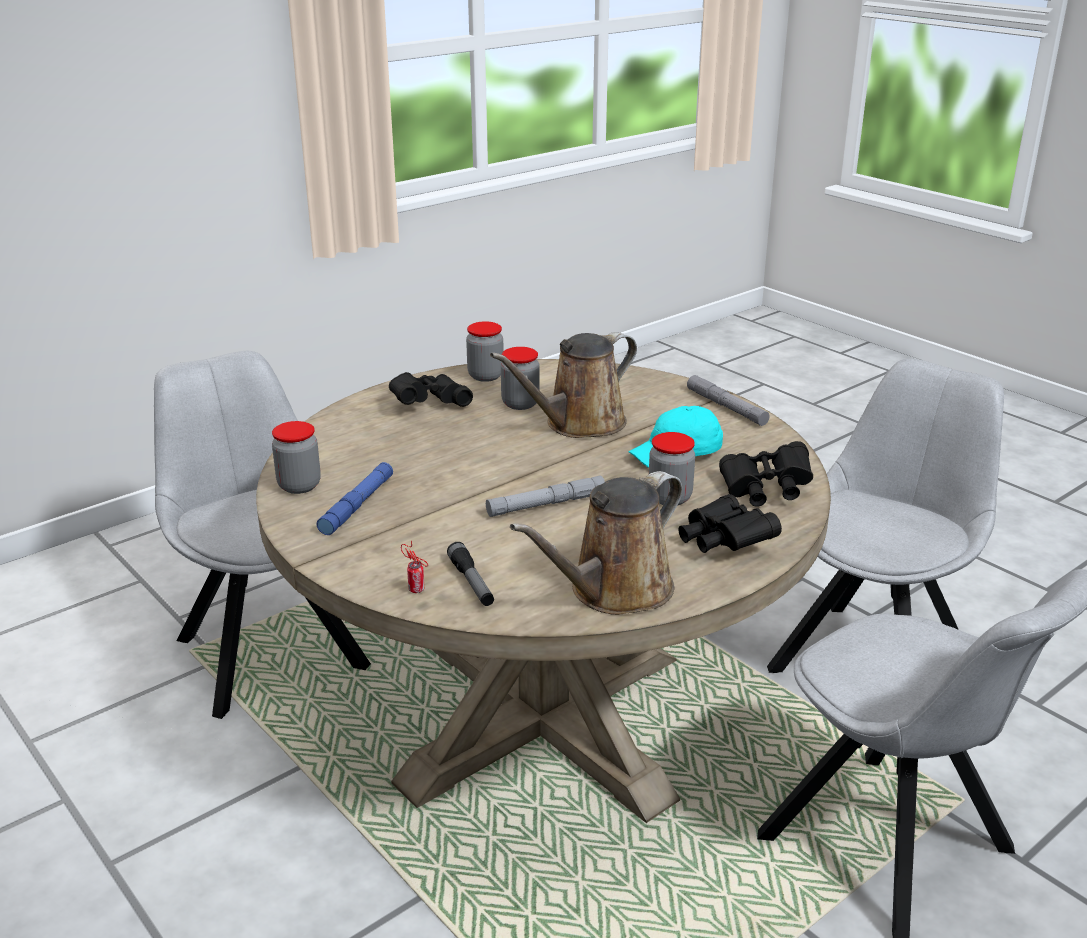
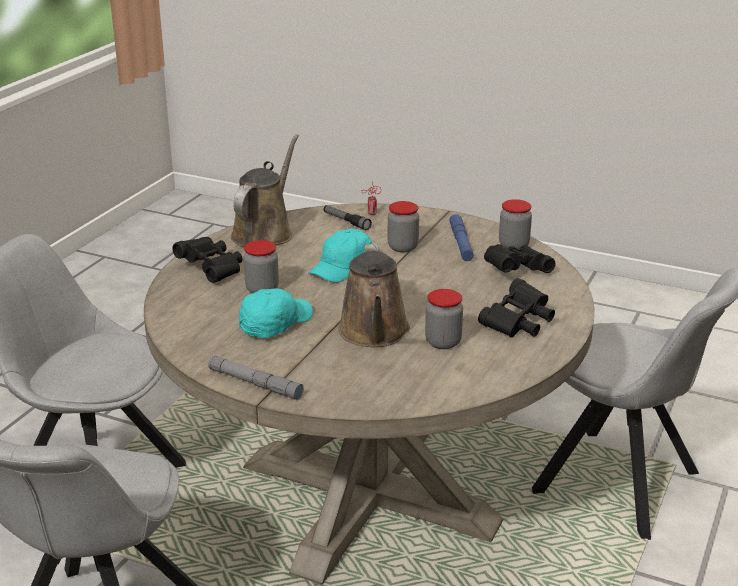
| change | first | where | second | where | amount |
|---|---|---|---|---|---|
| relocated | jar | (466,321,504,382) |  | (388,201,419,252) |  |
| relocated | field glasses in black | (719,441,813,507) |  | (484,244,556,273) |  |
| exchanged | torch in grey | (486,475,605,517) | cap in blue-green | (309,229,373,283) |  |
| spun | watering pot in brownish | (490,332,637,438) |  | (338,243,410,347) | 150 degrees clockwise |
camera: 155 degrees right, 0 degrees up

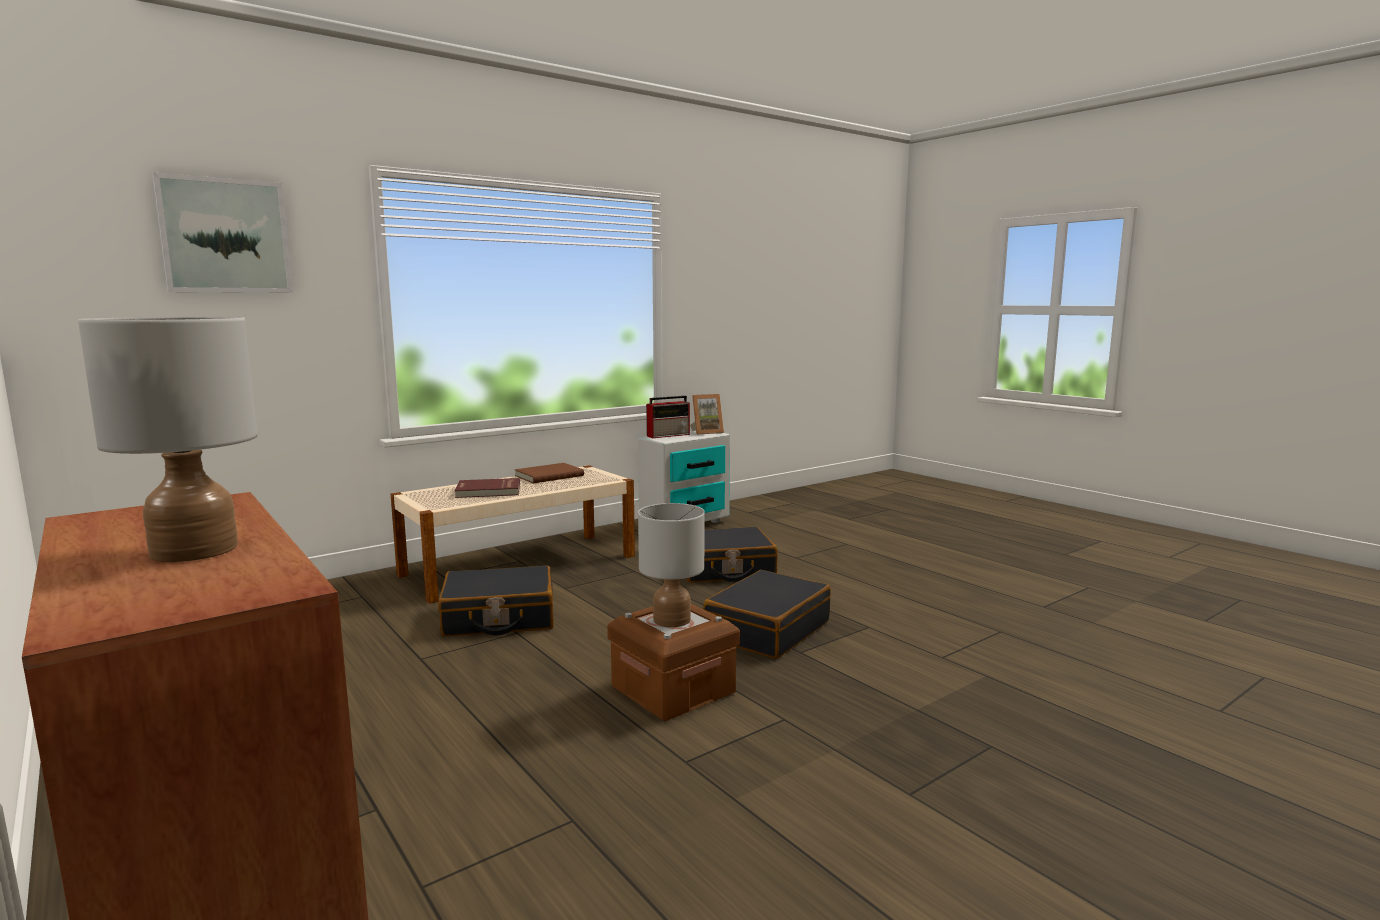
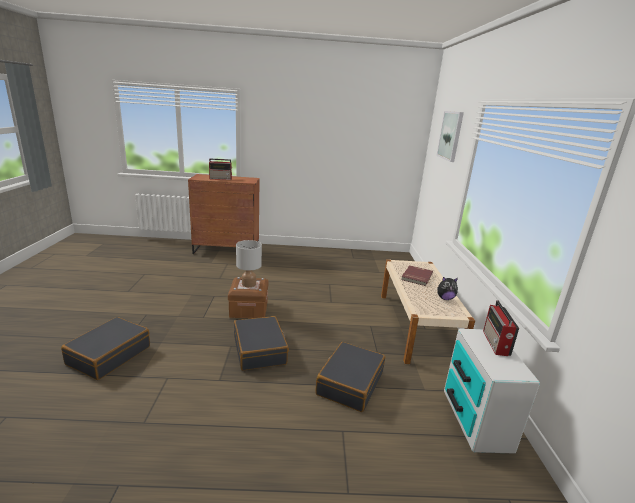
| change | first | where | second | where | amount |
|---|---|---|---|---|---|
| missing | picture frame | (690,394,724,435) |  |  |  |
| relocated | travel case in black | (438,566,554,636) |  | (61,317,150,380) |  |
| exchanged | lamp for a table in grey | (78,317,258,562) | radio receiver | (209,159,233,180) |  |
| exchanged | volume in brownish | (515,463,584,483) | cuddly toy | (437,277,458,300) |  |
camera: 125 degrees right, 10 degrees up

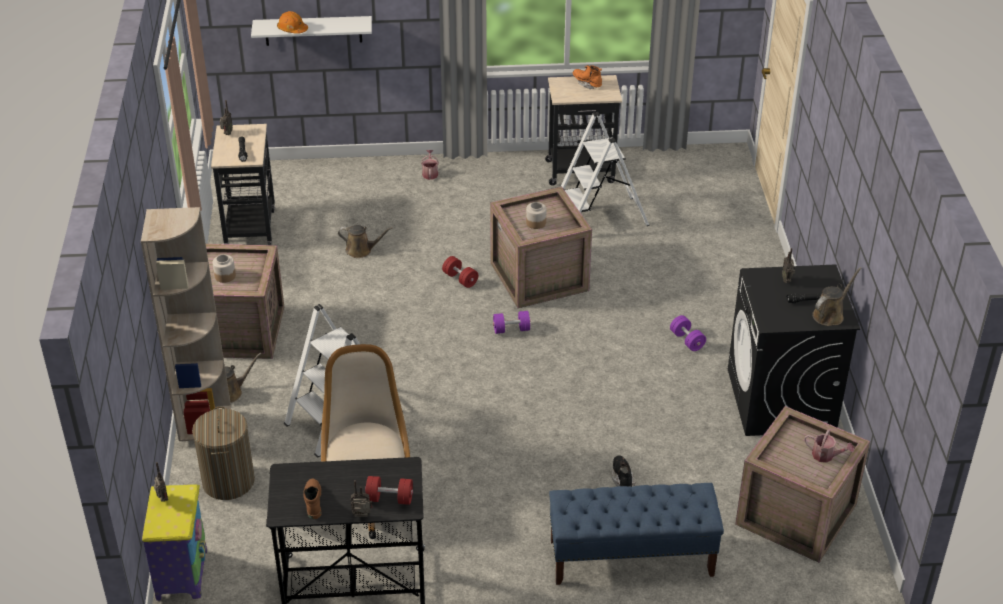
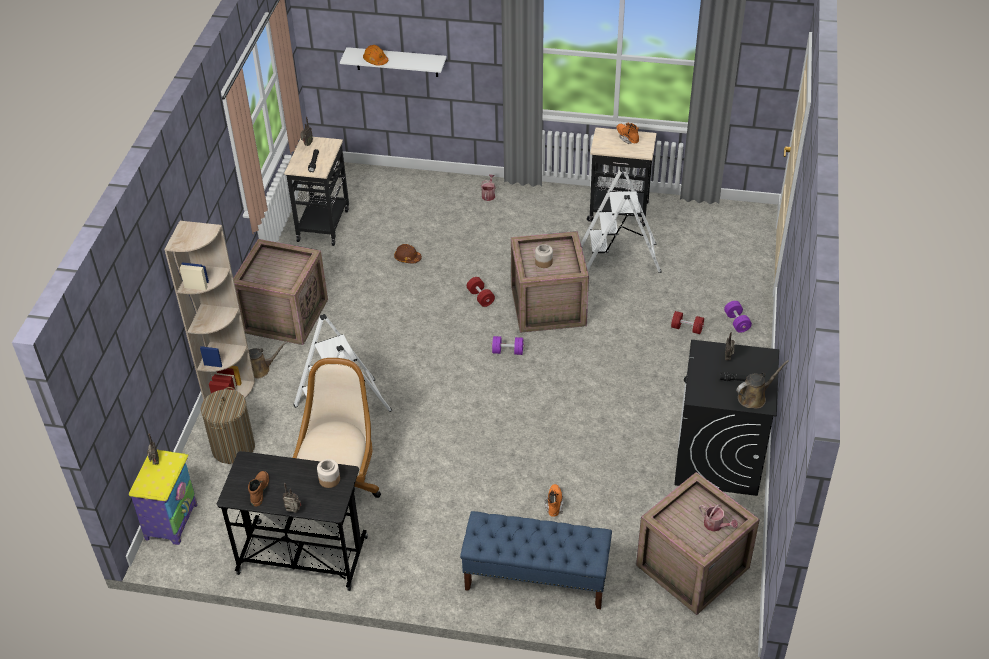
| change | first | where | second | where | amount |
|---|---|---|---|---|---|
| relocated | jar | (213,254,236,283) |  | (317,459,340,488) |  |
| relocated | hand weight in red | (365,476,413,505) |  | (671,311,704,334) |  |
| relocated | hand weight in purple-coloured | (670,315,706,351) |  | (724,301,752,333) |  |
| exchanged | watering pot in brownish | (338,225,393,258) | hard hat in brownish | (394,244,422,263) |  |
| colour | high-top boot in black | (612,455,636,487) | high-top boot in orangey | (545,484,564,517) |  |
camera: 15 degrees right, 5 degrees up

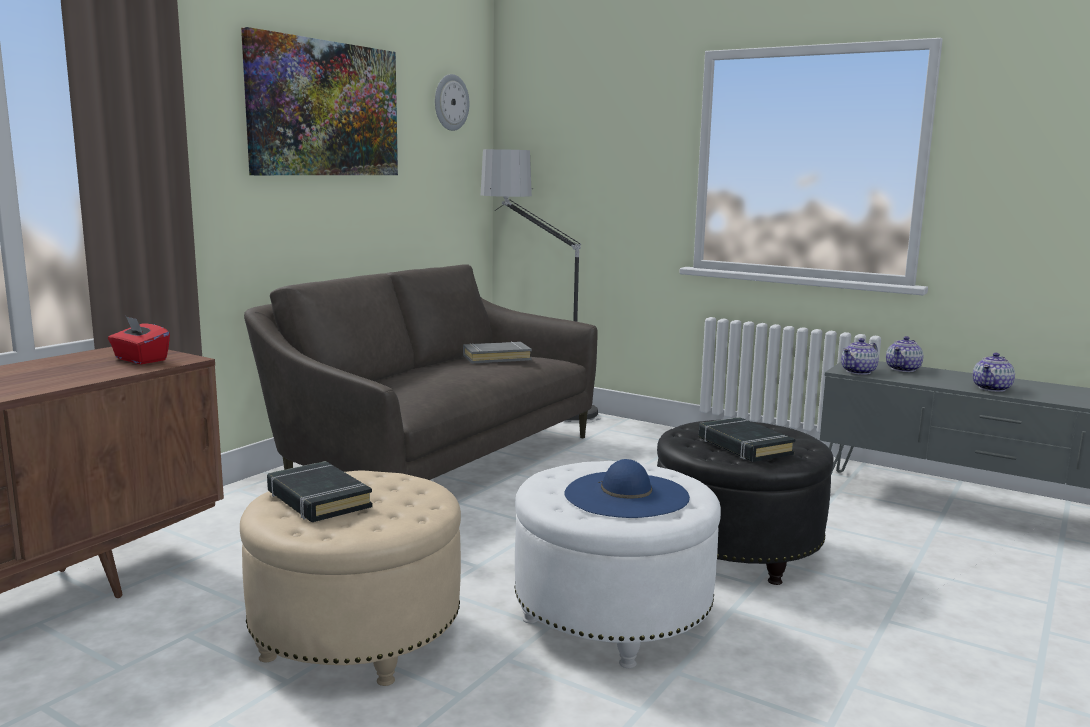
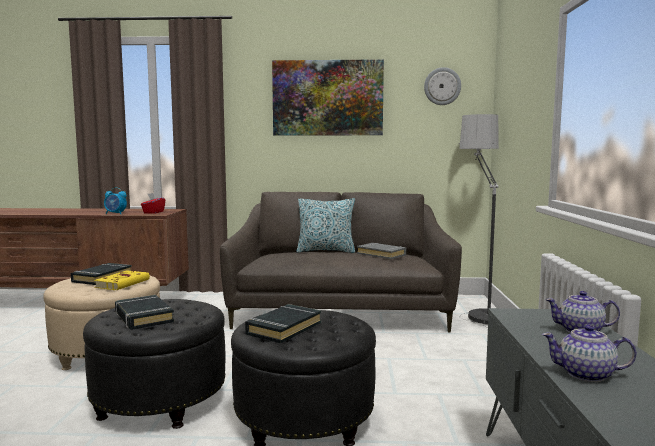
| change | first | where | second | where | amount |
|---|---|---|---|---|---|
| missing | tea pot | (841,338,879,375) |  |  |  |
| appeared |  |  | volume in yellow | (94,270,150,290) |  |
| appeared |  |  | bedside clock | (104,187,127,214) |  |
| appeared |  |  | cushion | (296,198,355,253) |  |
| exchanged | wearable hat in blue | (564,459,690,518) | volume in black | (115,295,174,330) |  |
| colour | footrest in whitish | (515,461,721,668) | footrest in black | (83,299,225,429) |  |
camera: 60 degrees right, 5 degrees down

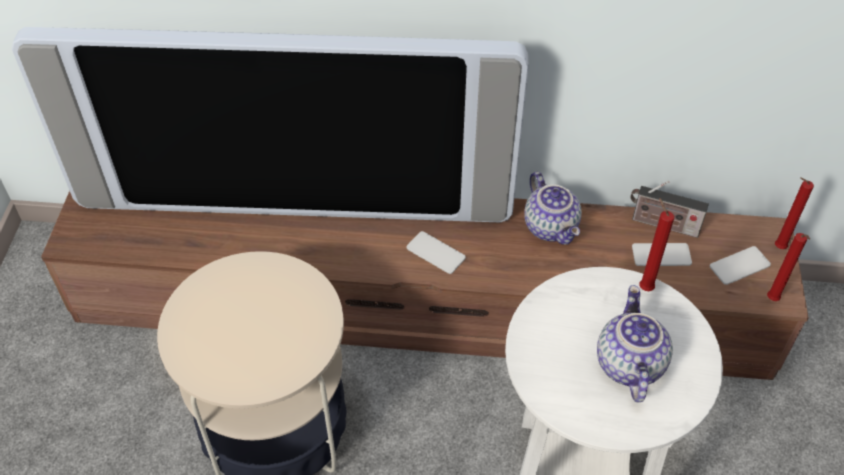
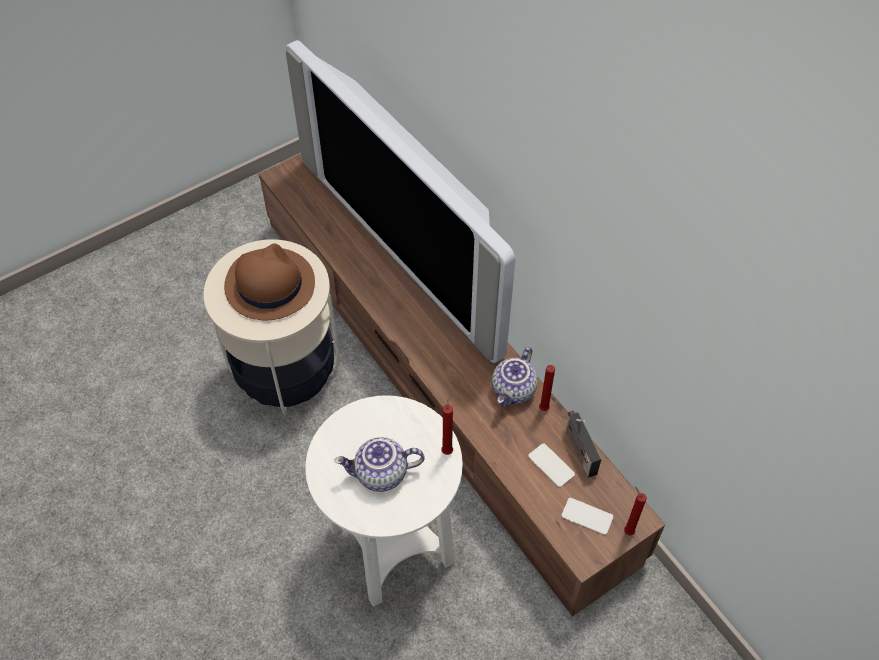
| change | first | where | second | where | amount |
|---|---|---|---|---|---|
| missing | telephone | (406,231,466,274) |  |  |  |
| appeared |  |  | wearable hat in brownish | (224,243,315,320) |  |
| relocated | candle in red | (767,233,810,301) |  | (539,365,555,411) |  |
| spun | tea pot | (597,285,673,402) |  | (334,437,425,492) | 150 degrees counterclockwise |
camera: 50 degrees right, 5 degrees up

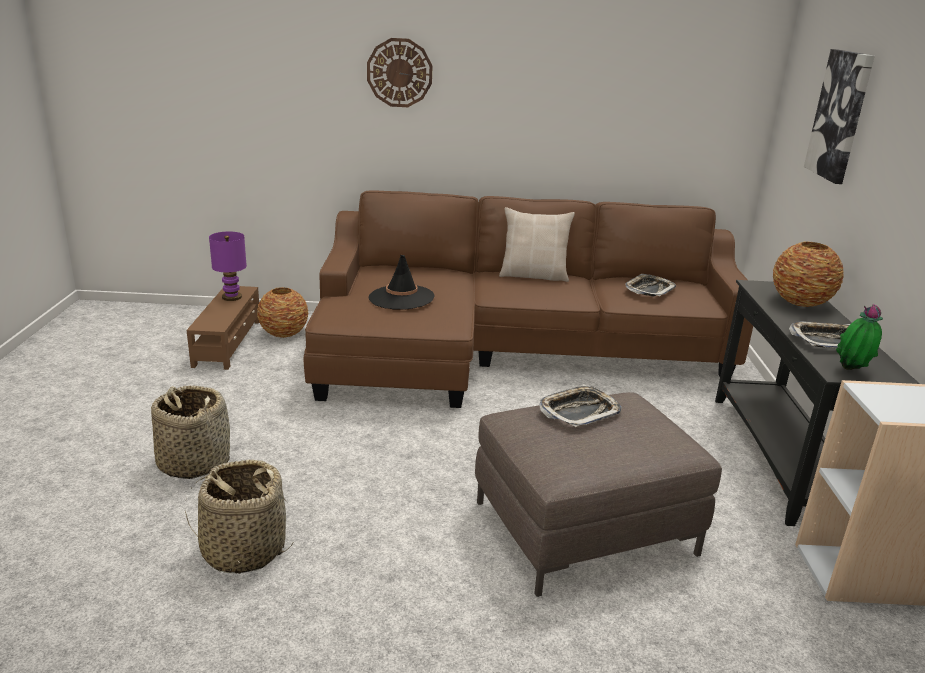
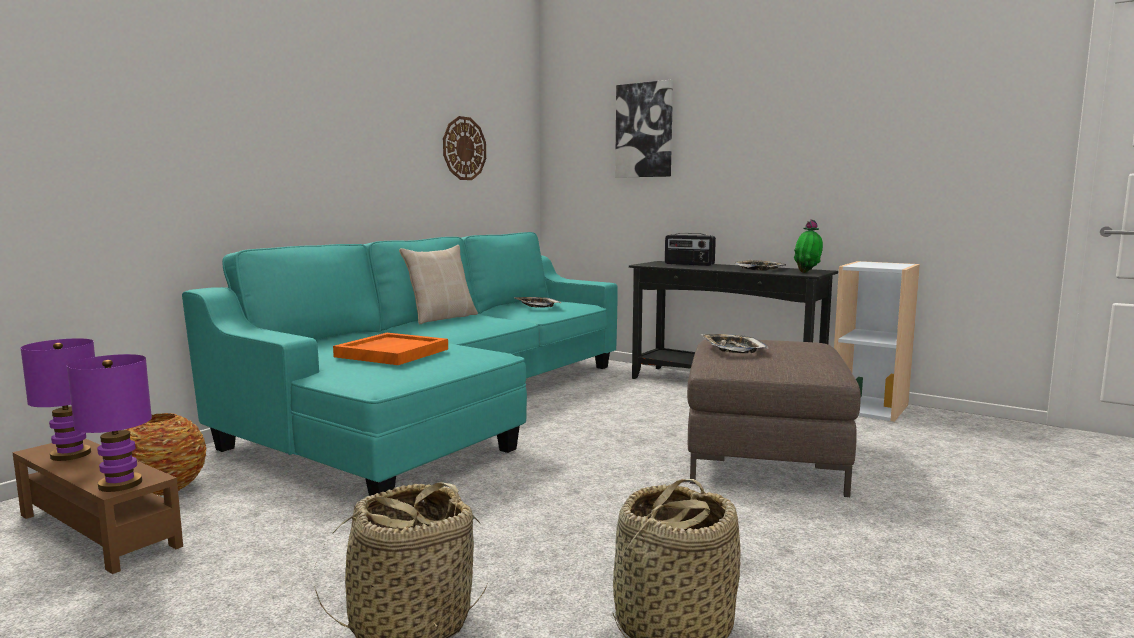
| change | first | where | second | where | amount |
|---|---|---|---|---|---|
| appeared |  |  | lamp for a table in purple-coloured | (67,354,152,492) |  |
| relocated | clock on the wall | (367,38,432,107) |  | (443,116,486,180) |  |
| exchanged | wearable hat in black | (368,255,435,310) | serving tray in orangey | (333,333,448,365) |  |
| exchanged | vase | (773,241,844,307) | radio receiver | (665,233,716,266) |  |
| colour | settee in brownish | (303,190,753,408) | settee in blue-green | (182,232,618,496) |  |
camera: 55 degrees left, 15 degrees down

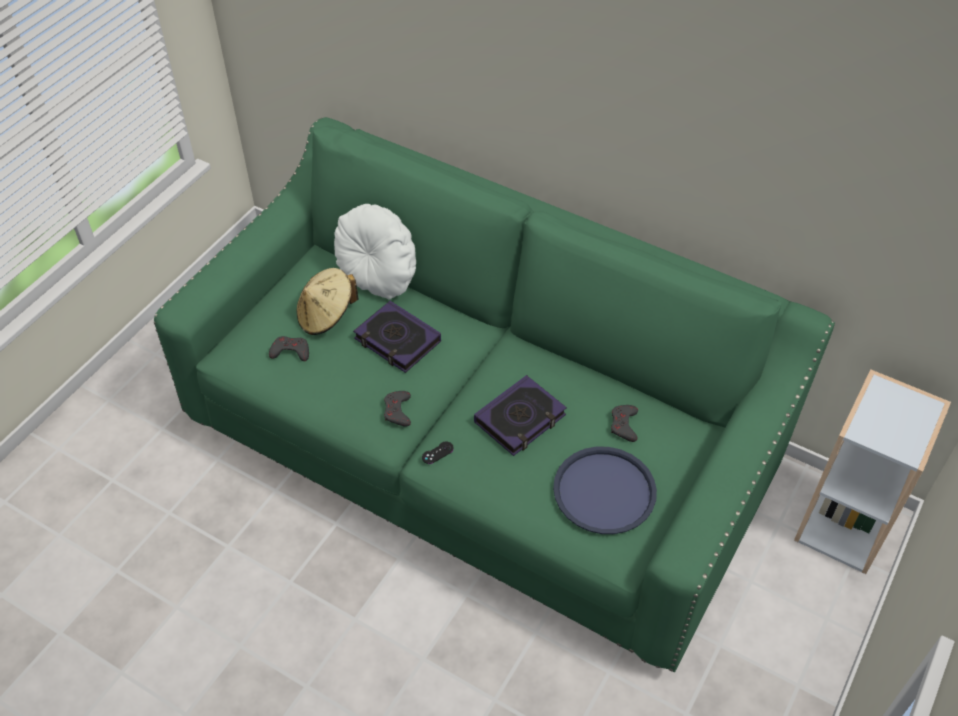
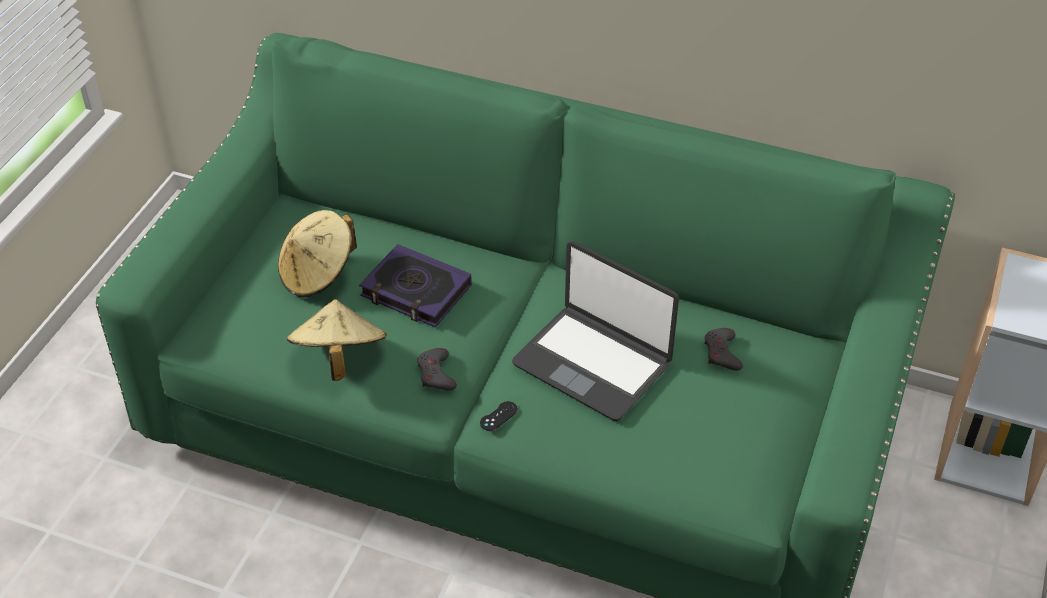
| change | first | where | second | where | amount |
|---|---|---|---|---|---|
| missing | gamepad in grey | (269,336,309,361) |  |  |  |
| missing | cushion in whitish | (334,204,416,300) |  |  |  |
| missing | serving tray in blue | (553,447,657,534) |  |  |  |
| appeared |  |  | wearable hat in beige-coloured | (287,299,387,381) |  |
| exchanged | volume | (474,375,567,456) | notebook computer | (512,241,679,421) |  |
camera: 10 degrees left, 5 degrees down

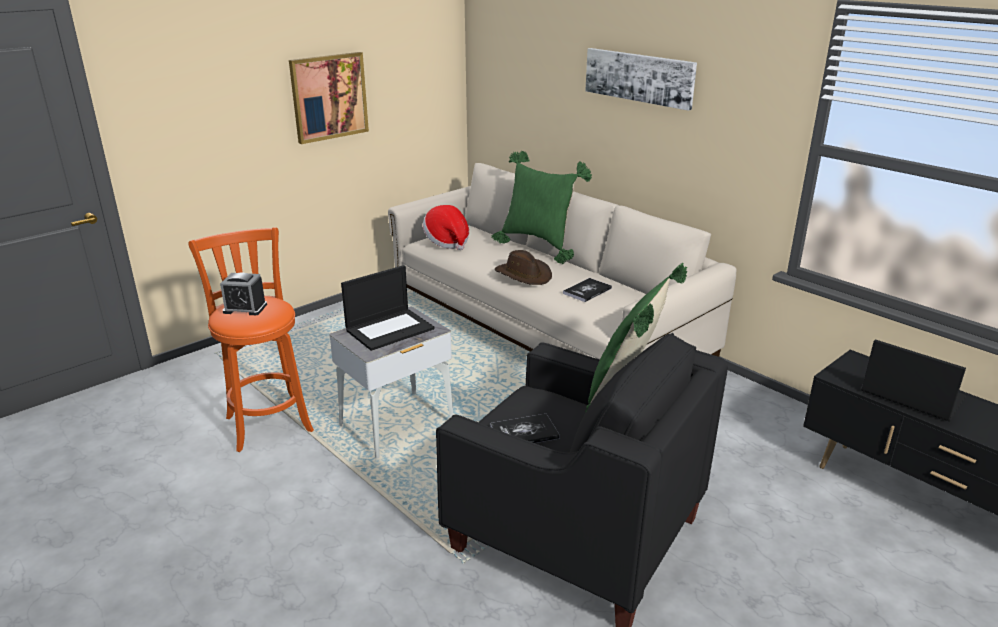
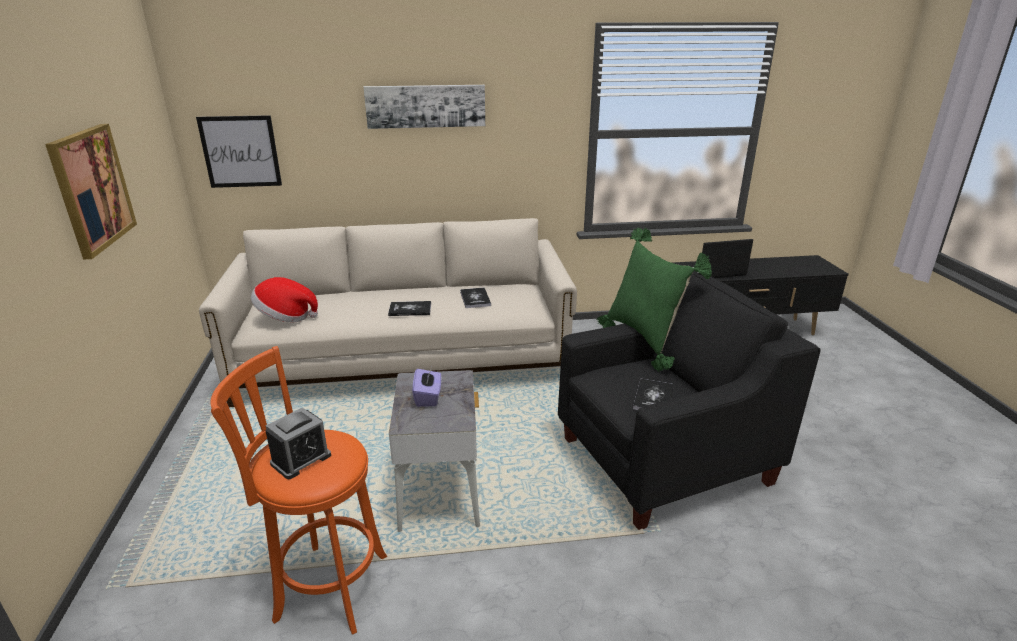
| change | first | where | second | where | amount |
|---|---|---|---|---|---|
| missing | cushion in green | (491,151,592,264) |  |  |  |
| appeared |  |  | picture | (196,115,282,188) |  |
| exchanged | notebook computer | (341,265,435,351) | box of tissues in purple-coloured | (412,367,441,407) |  |
| exchanged | wearable hat in brownish | (495,250,552,285) | volume | (388,301,431,316) |  |
camera: 55 degrees left, 0 degrees up

